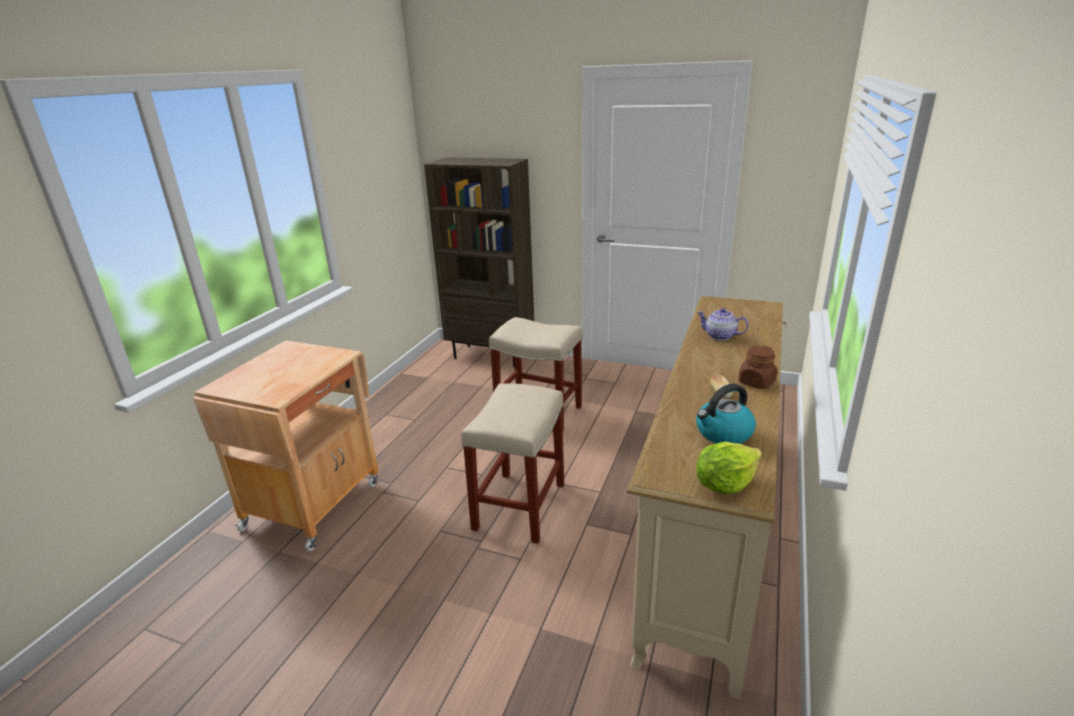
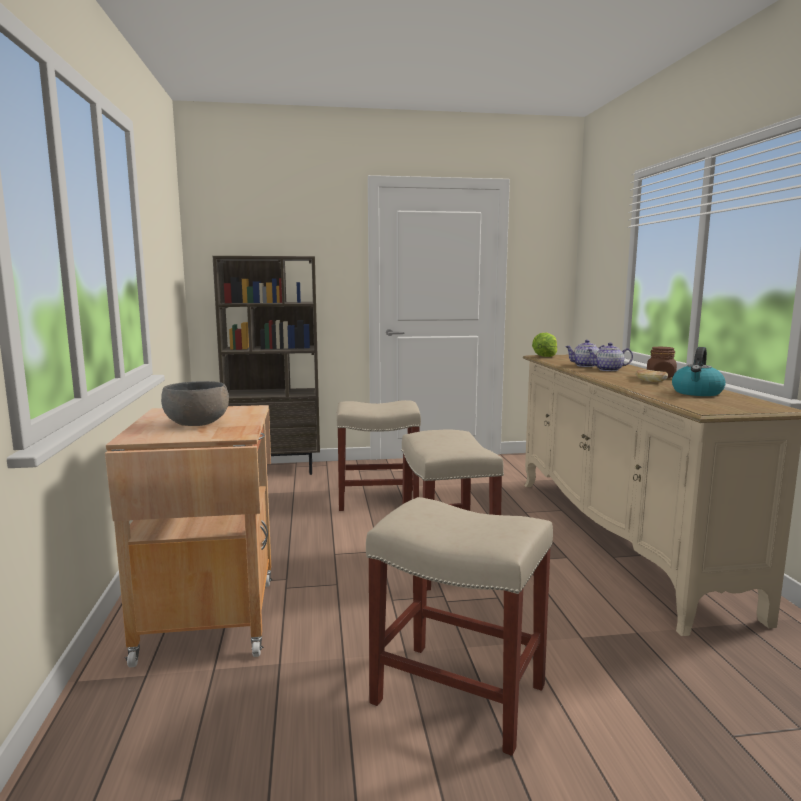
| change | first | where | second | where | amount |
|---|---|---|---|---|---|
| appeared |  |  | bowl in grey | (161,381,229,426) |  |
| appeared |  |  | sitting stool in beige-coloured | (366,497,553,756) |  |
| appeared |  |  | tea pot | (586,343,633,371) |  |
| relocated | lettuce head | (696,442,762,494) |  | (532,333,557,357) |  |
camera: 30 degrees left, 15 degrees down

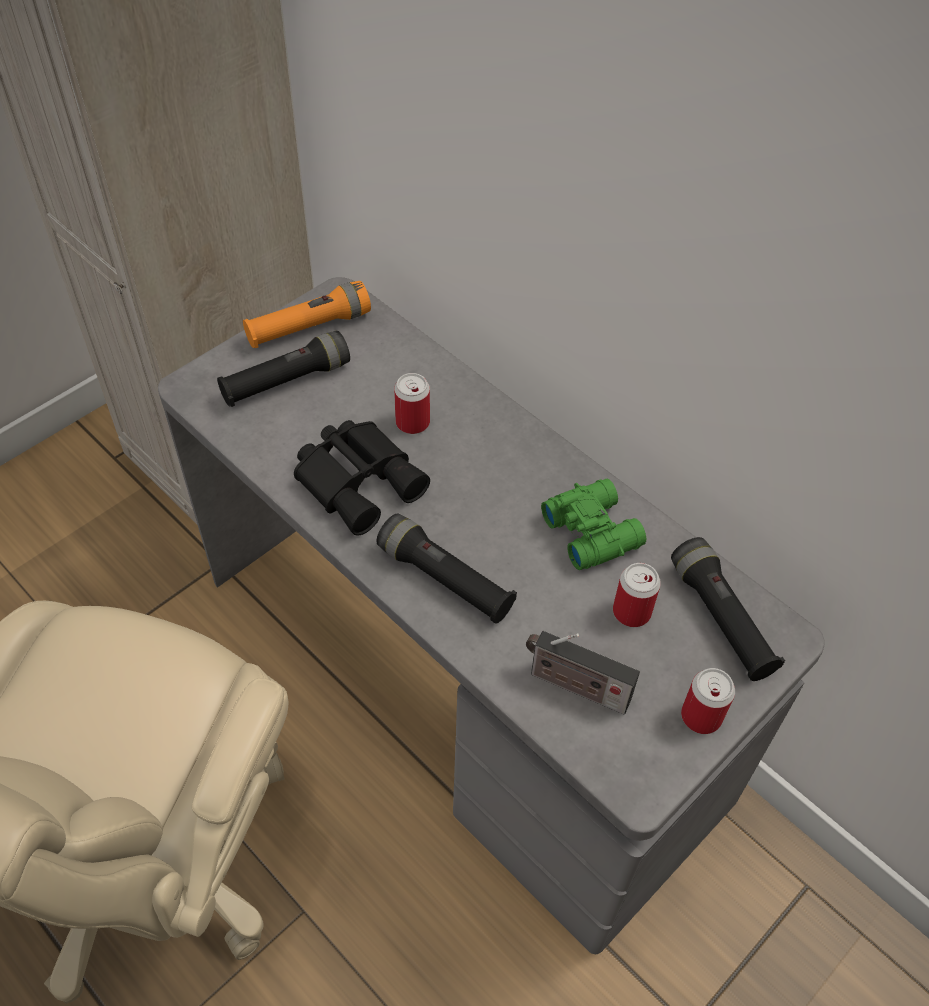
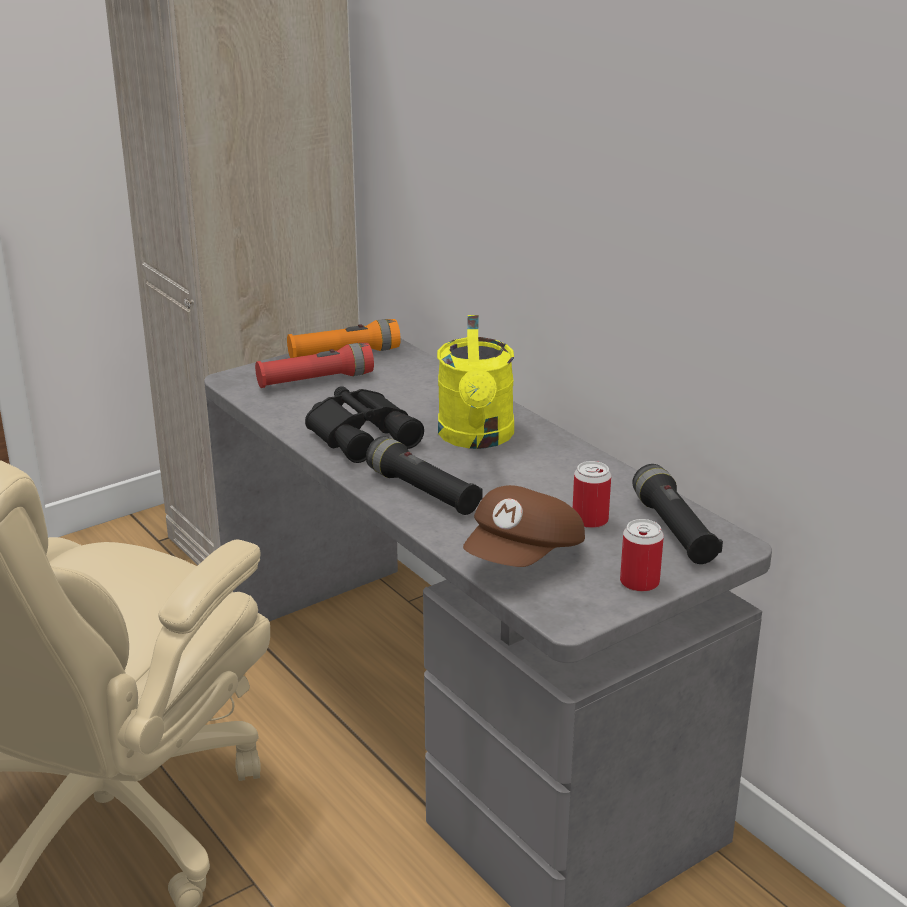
| change | first | where | second | where | amount |
|---|---|---|---|---|---|
| missing | metal can | (394,373,430,434) |  |  |  |
| missing | field glasses in green | (541,479,646,570) |  |  |  |
| appeared |  |  | watering pot in yellow | (437,315,514,449) |  |
| exchanged | radio receiver | (526,630,640,714) | cap in brownish | (463,485,585,567) |  |
| colour | torch in black | (217,331,350,407) | torch in red | (255,343,374,388) |  |
camera: 10 degrees right, 25 degrees down

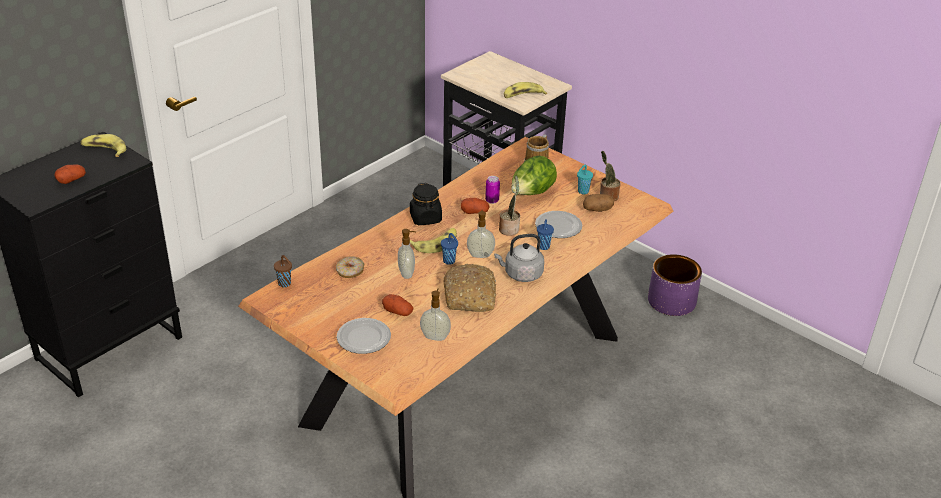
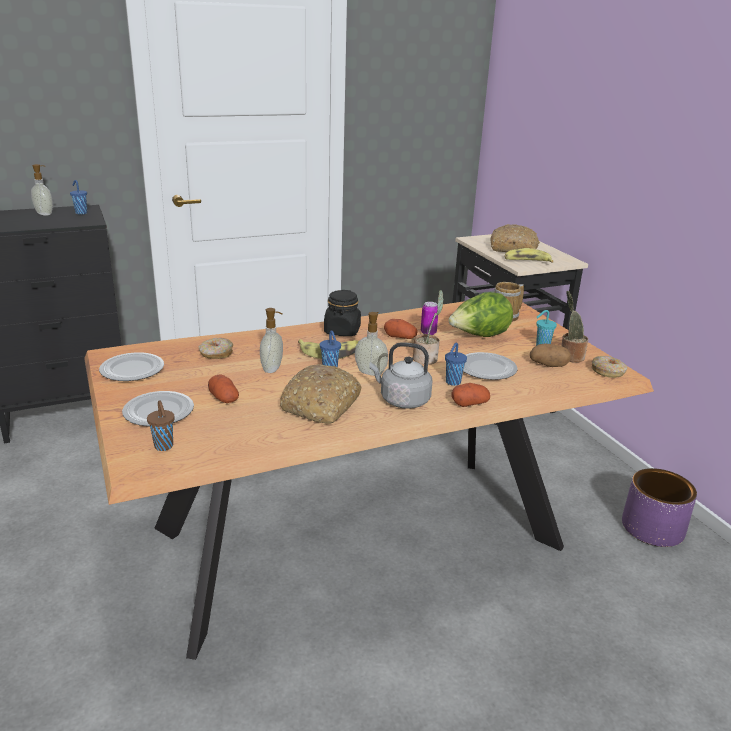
| change | first | where | second | where | amount |
|---|---|---|---|---|---|
| appeared |  |  | plate | (99,352,164,381) |  |
| appeared |  |  | bread | (490,224,540,252) |  |
| appeared |  |  | doughnut | (592,356,627,378) |  |
| relocated | potato | (54,164,86,184) |  | (452,383,490,407) |  |
| relocated | small cup in brownish | (274,255,292,287) |  | (147,401,174,451) |  |
| relocated | liquid soap bottle | (420,289,451,341) |  | (31,164,53,216) |  |
| exchanged | banana | (81,134,126,157) | small cup in blue | (70,180,87,215) |  |
camera: 25 degrees right, 10 degrees down

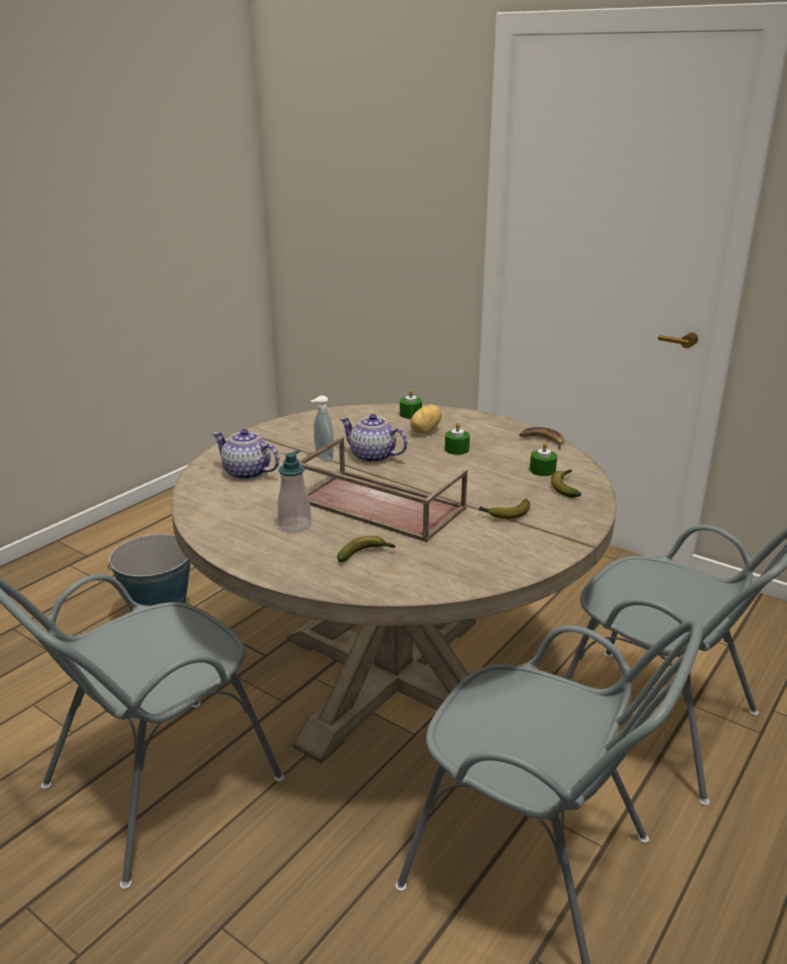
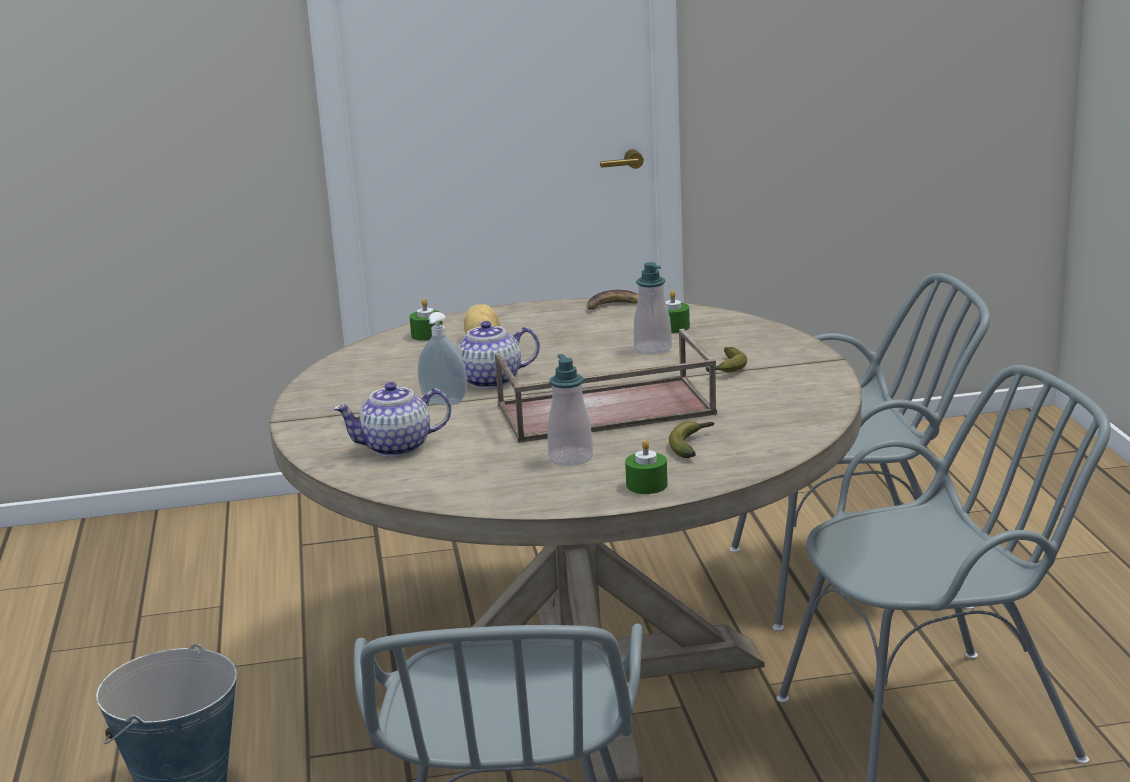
| change | first | where | second | where | amount |
|---|---|---|---|---|---|
| missing | banana | (551,469,581,498) |  |  |  |
| appeared |  |  | liquid soap bottle | (634,262,672,355) |  |
| relocated | candle in green | (445,422,470,455) |  | (625,439,668,494) |  |
camera: 45 degrees left, 5 degrees down

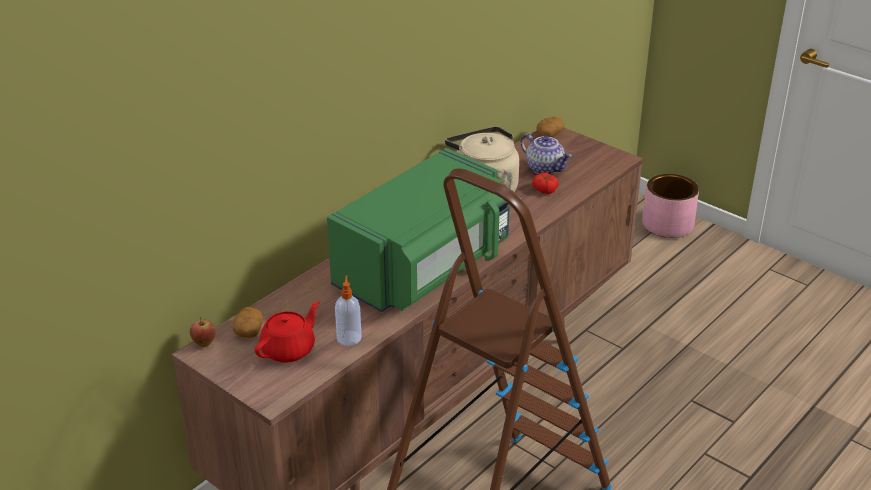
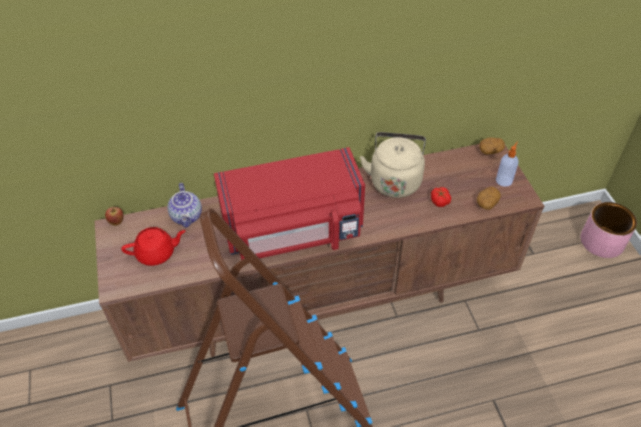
| change | first | where | second | where | amount |
|---|---|---|---|---|---|
| relocated | potato | (233,307,263,338) |  | (477,187,501,210) |  |
| relocated | liquid soap bottle | (335,275,362,346) |  | (496,142,518,187) |  |
| relocated | tea pot | (521,134,572,175) |  | (167,183,202,227) |  |
| colour | microwave oven in green | (327,148,510,312) | microwave oven in red | (214,147,365,260) |  |
camera: 35 degrees right, 15 degrees up

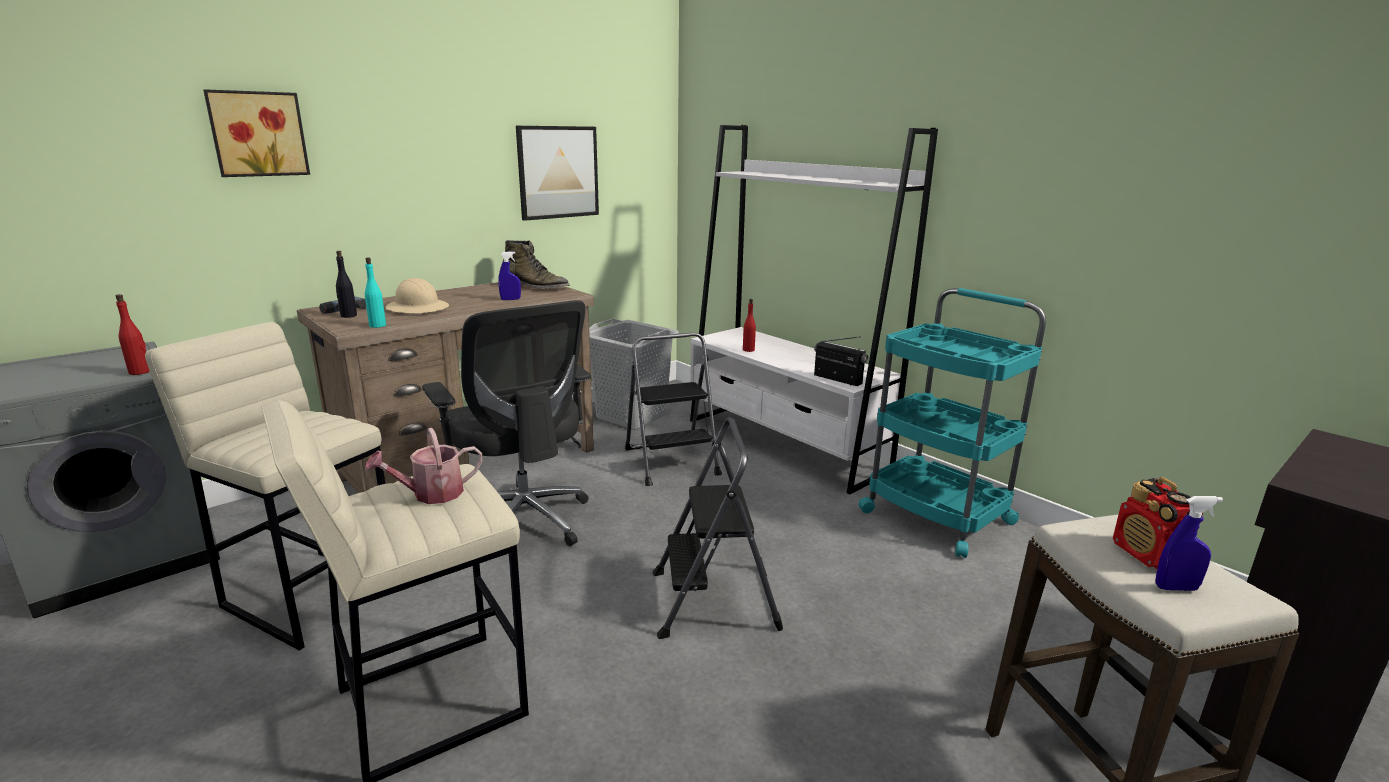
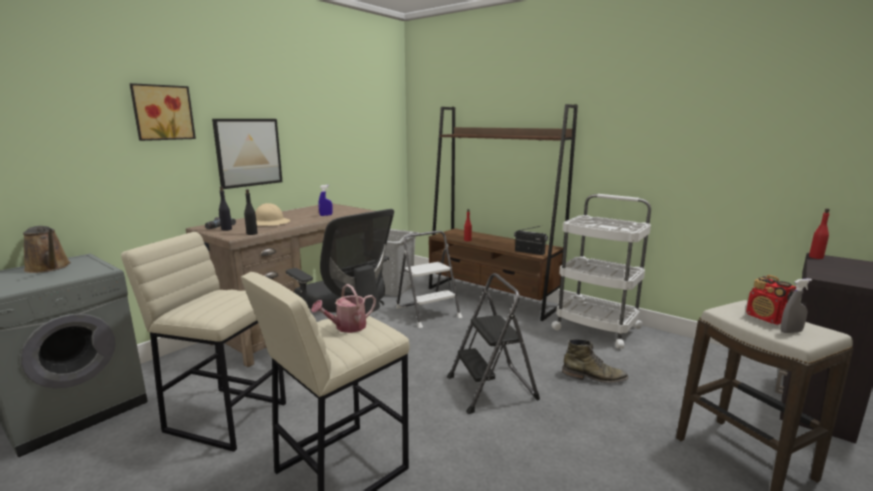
| change | first | where | second | where | amount |
|---|---|---|---|---|---|
| appeared |  |  | watering pot in brownish | (23,226,71,273) |  |
| relocated | bottle in red | (116,294,150,375) |  | (809,208,830,259) |  |
| relocated | high-top boot in green | (503,240,570,289) |  | (562,339,629,384) |  |
| relocated | picture | (516,126,599,221) |  | (212,119,282,189) |  |
| colour | bottle in blue-green | (365,258,386,328) | bottle in black | (244,189,258,235) |  |
| colour | step ladder in black | (625,333,722,486) | step ladder in whitish | (396,231,462,328) |  |
| colour | shelving unit in whitish | (690,125,938,494) | shelving unit in brownish | (429,104,578,321) |  |
| colour | cart in blue-green | (858,288,1046,558) | cart in whitish | (551,194,651,349) |  |
| colour | sprayer in blue | (1156,496,1223,591) | sprayer in grey | (780,278,812,333) |  |
camera: 10 degrees left, 5 degrees down

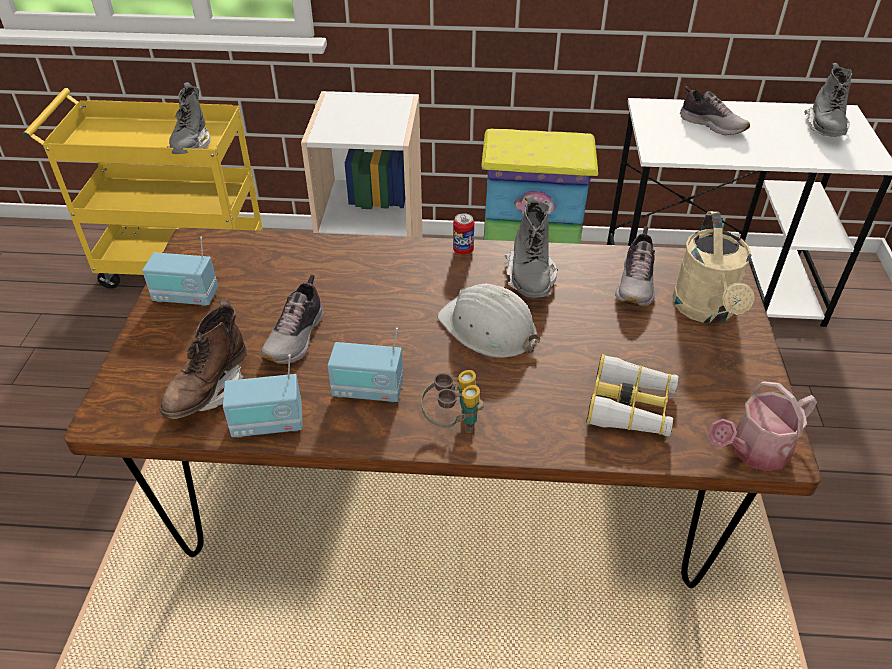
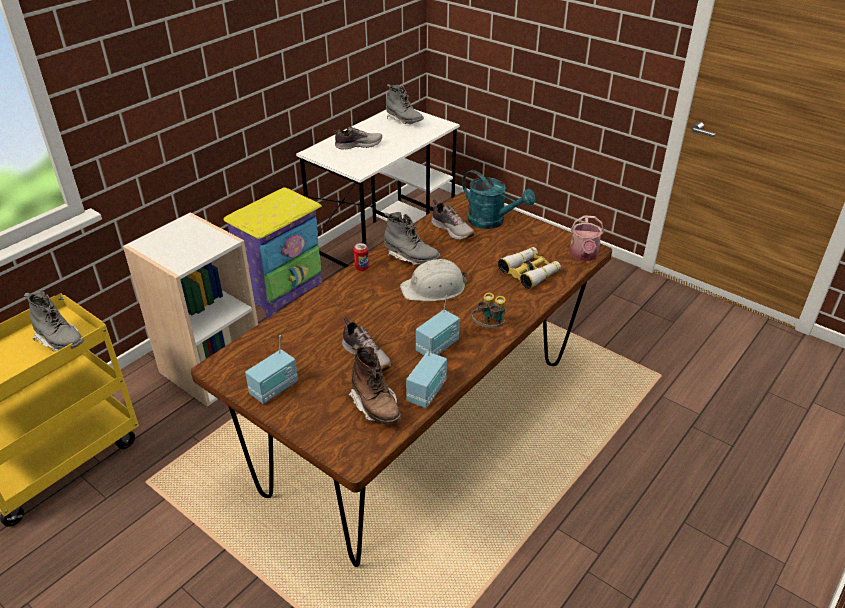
| change | first | where | second | where | amount |
|---|---|---|---|---|---|
| colour | watering pot in beige-coloured | (672,211,754,323) | watering pot in blue-green | (462,170,535,229) |  |
camera: 55 degrees left, 5 degrees down

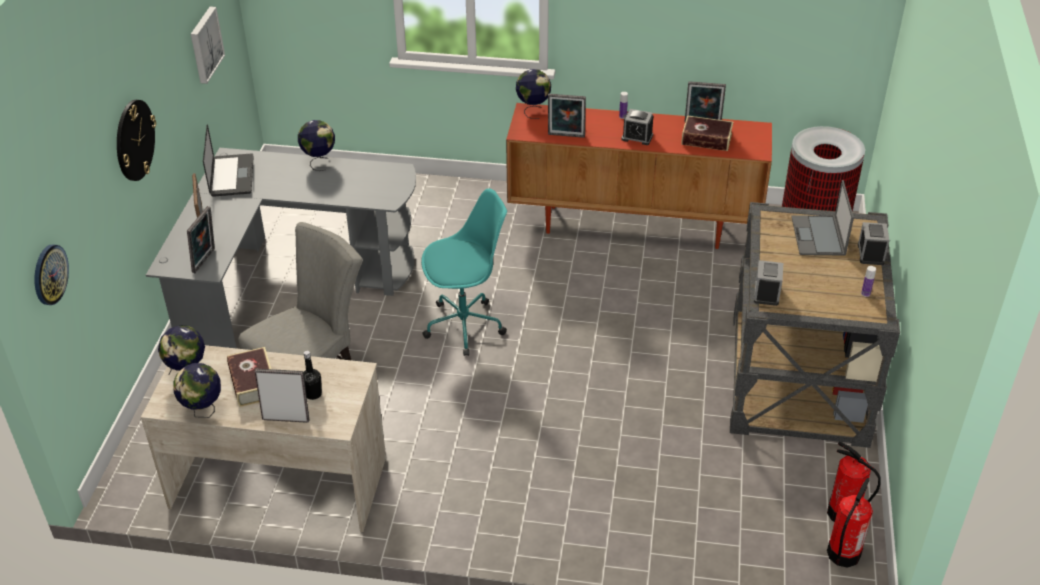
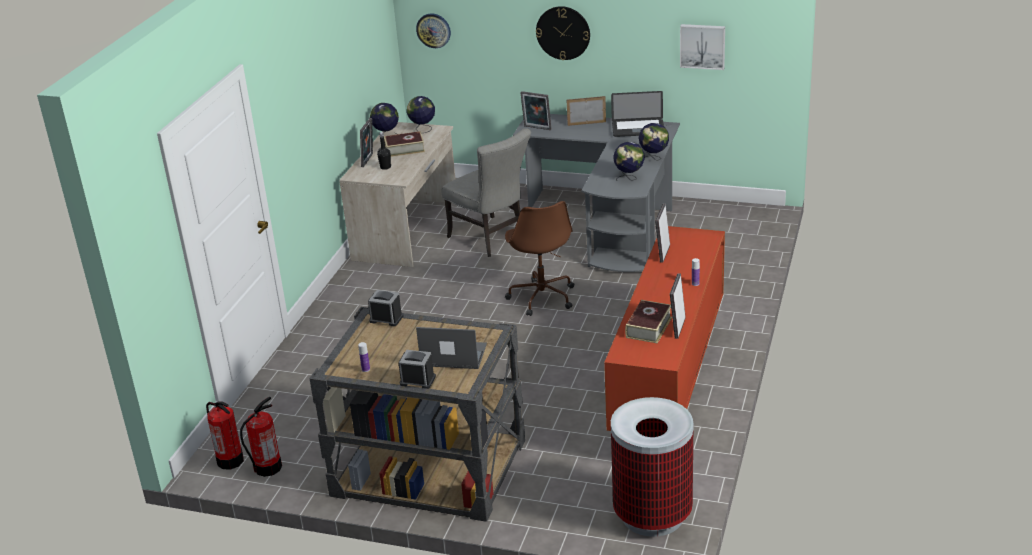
| change | first | where | second | where | amount |
|---|---|---|---|---|---|
| missing | bedside clock | (621,109,654,145) |  |  |  |
| relocated | world globe | (516,69,551,119) |  | (613,142,645,181) |  |
| colour | desk chair in blue-green | (421,189,507,356) | desk chair in brownish | (505,201,575,316) |  |
camera: 100 degrees right, 10 degrees down

